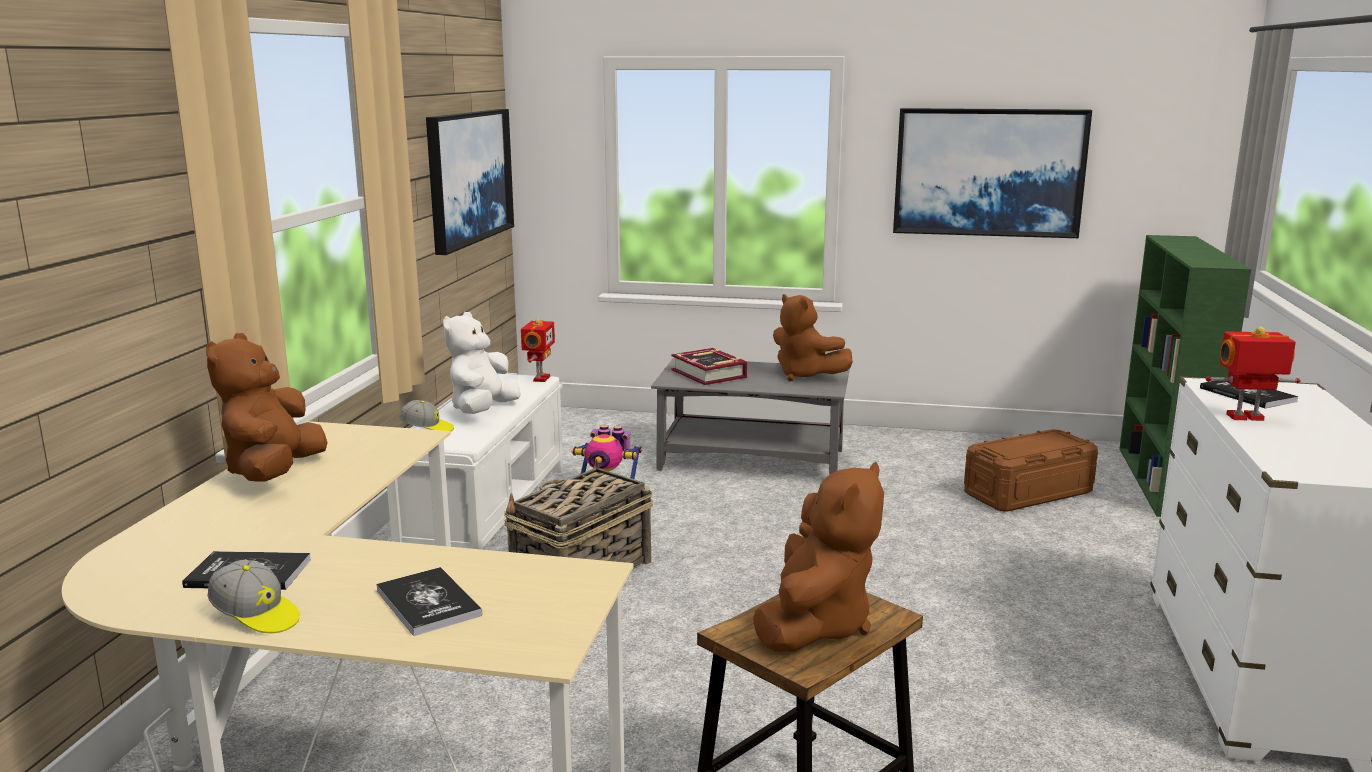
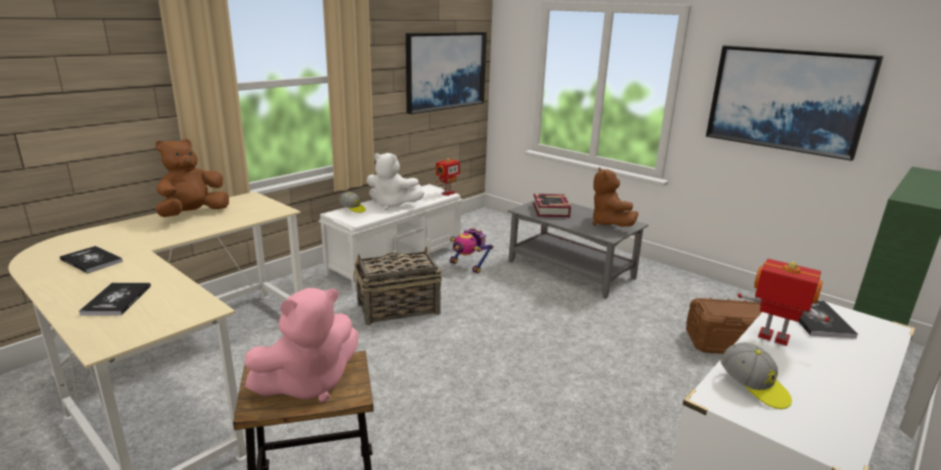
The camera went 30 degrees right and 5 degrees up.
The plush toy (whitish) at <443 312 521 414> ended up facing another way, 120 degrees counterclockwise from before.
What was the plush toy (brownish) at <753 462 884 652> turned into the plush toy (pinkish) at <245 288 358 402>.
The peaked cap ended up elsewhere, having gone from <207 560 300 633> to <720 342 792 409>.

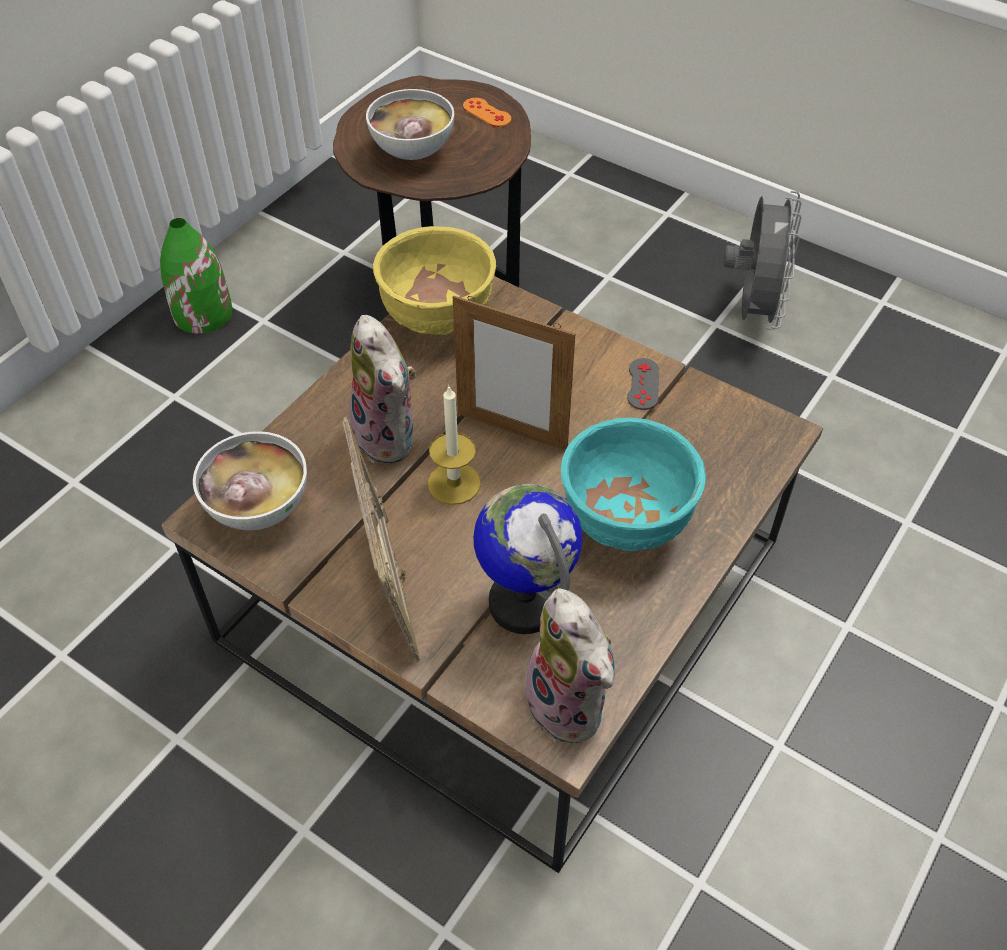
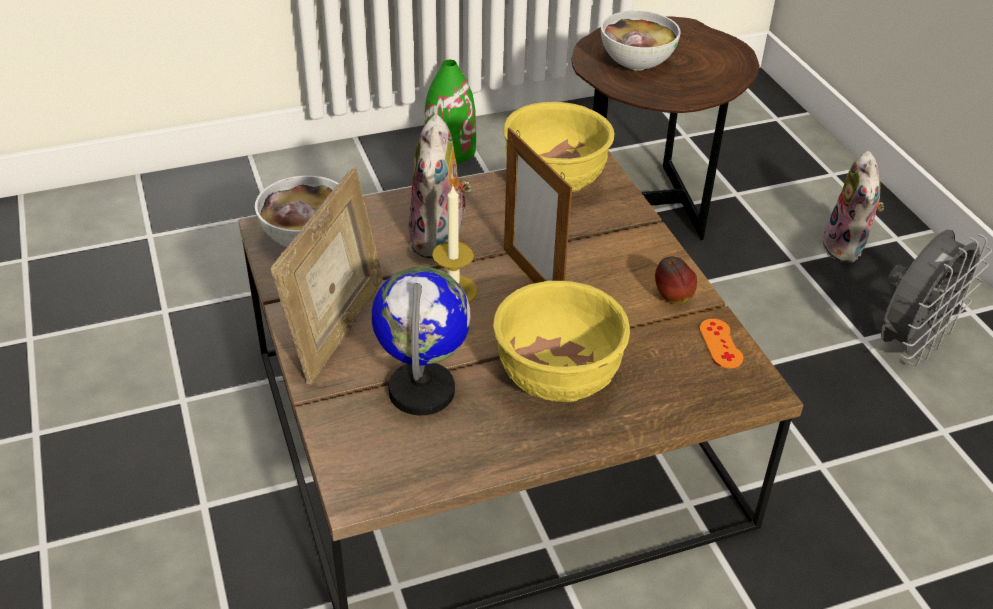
The camera went 35 degrees right and 10 degrees down.
The gamepad (orange-coloured) ended up elsewhere, having gone from <463 98 511 127> to <699 319 743 368>.
Where the gamepad (grey) stood at <627 358 659 410>, the apple fruit came to stand at <655 257 697 304>.
What was the bowl (turquoise-coloured) at <561 418 706 551> turned into the bowl (yellow-coloured) at <493 281 630 402>.
The plush toy ended up elsewhere, having gone from <520 588 615 743> to <822 151 885 262>.

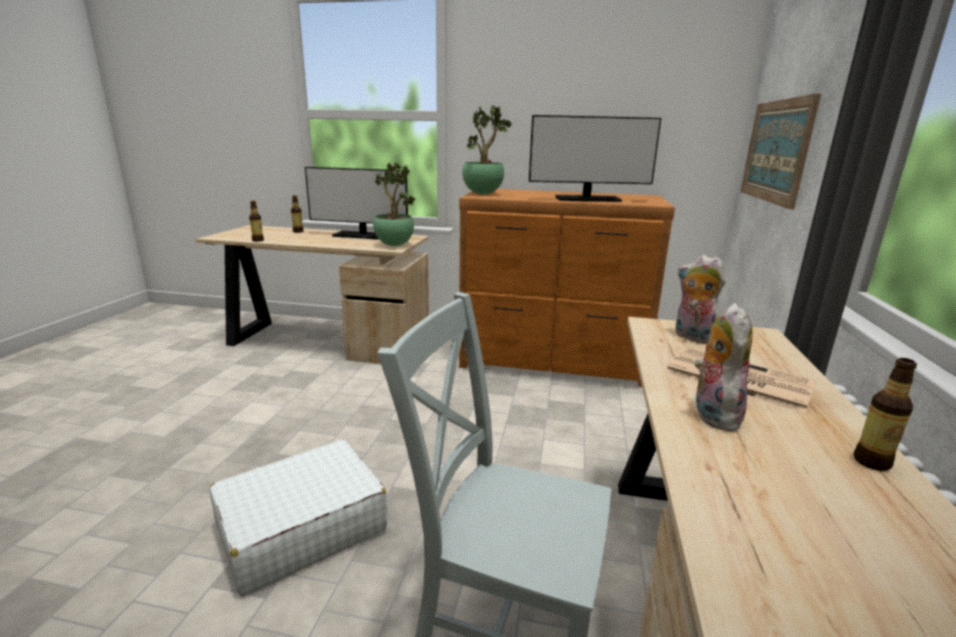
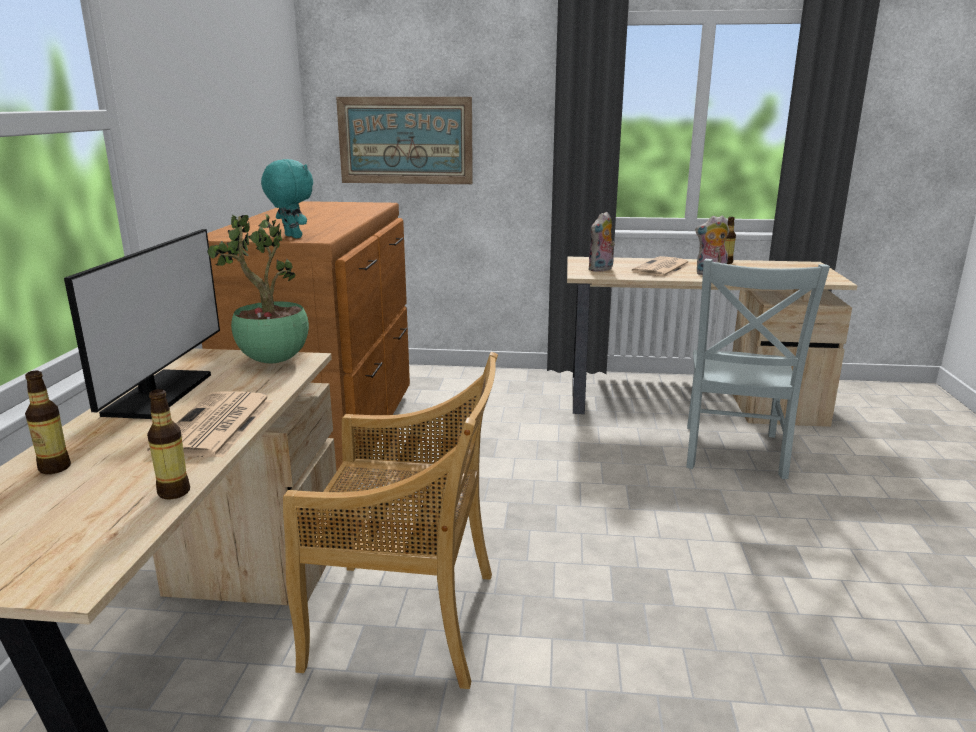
The camera went 95 degrees left and 0 degrees up.
Where the houseplant stood at <462 106 512 194>, the plush toy (turquoise-coloured) came to stand at <261 159 313 238>.
The second view lost the computer screen at <529 115 661 202>.
The second view lost the piece of luggage (whitish) at <209 439 387 596>.
The second view gained the upright chair (beige) at <283 352 498 689>.
The second view gained the newspaper at <147 391 273 458>.

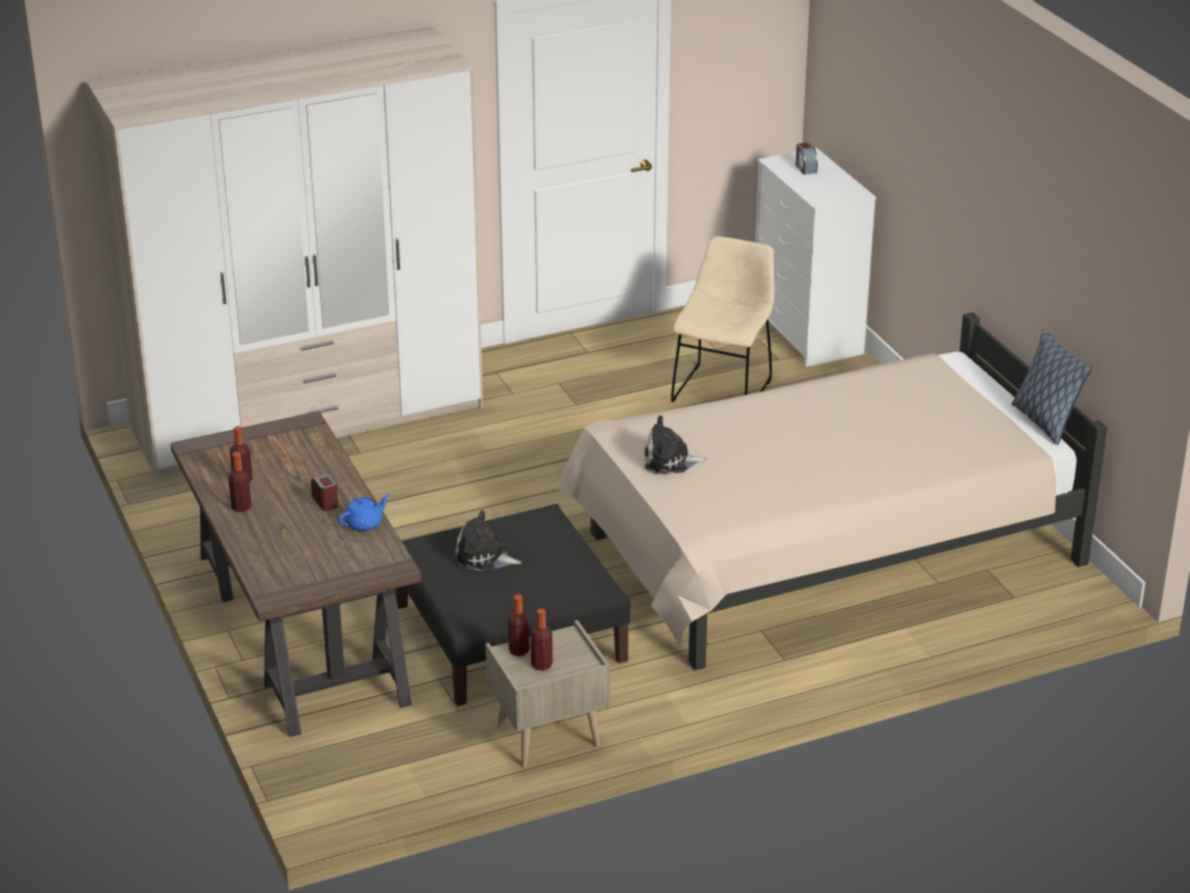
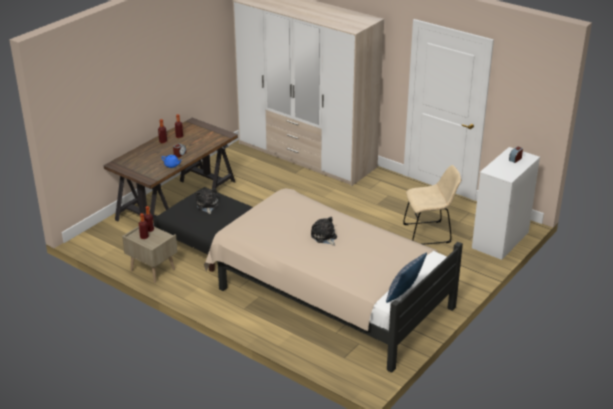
The camera went 60 degrees right and 0 degrees up.
The plush toy ended up elsewhere, having gone from <644 415 708 474> to <311 217 337 246>.

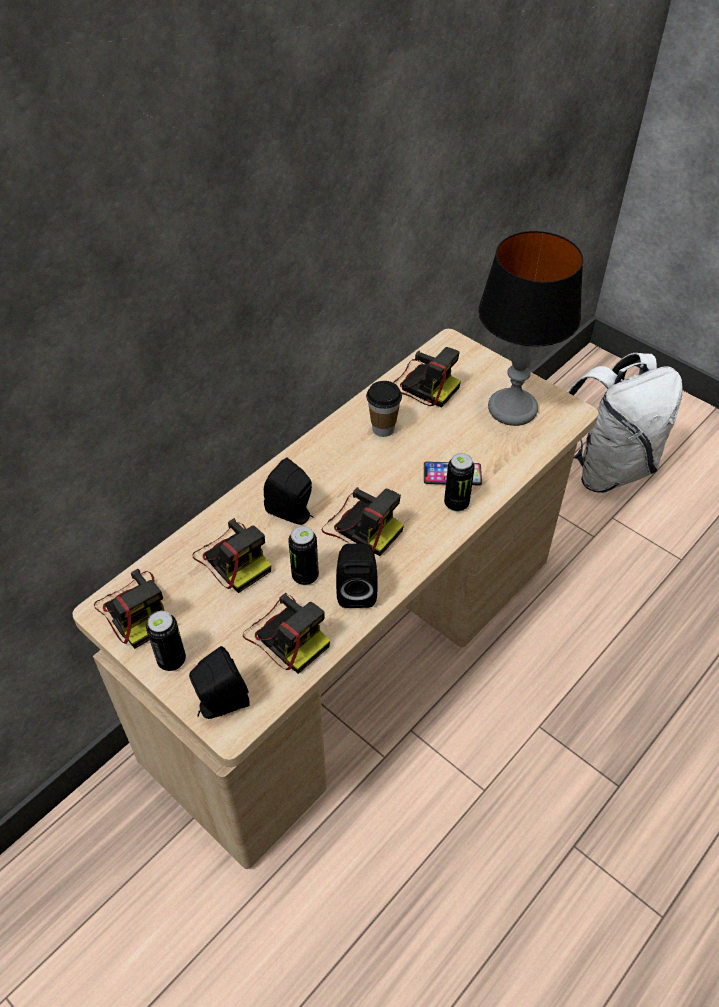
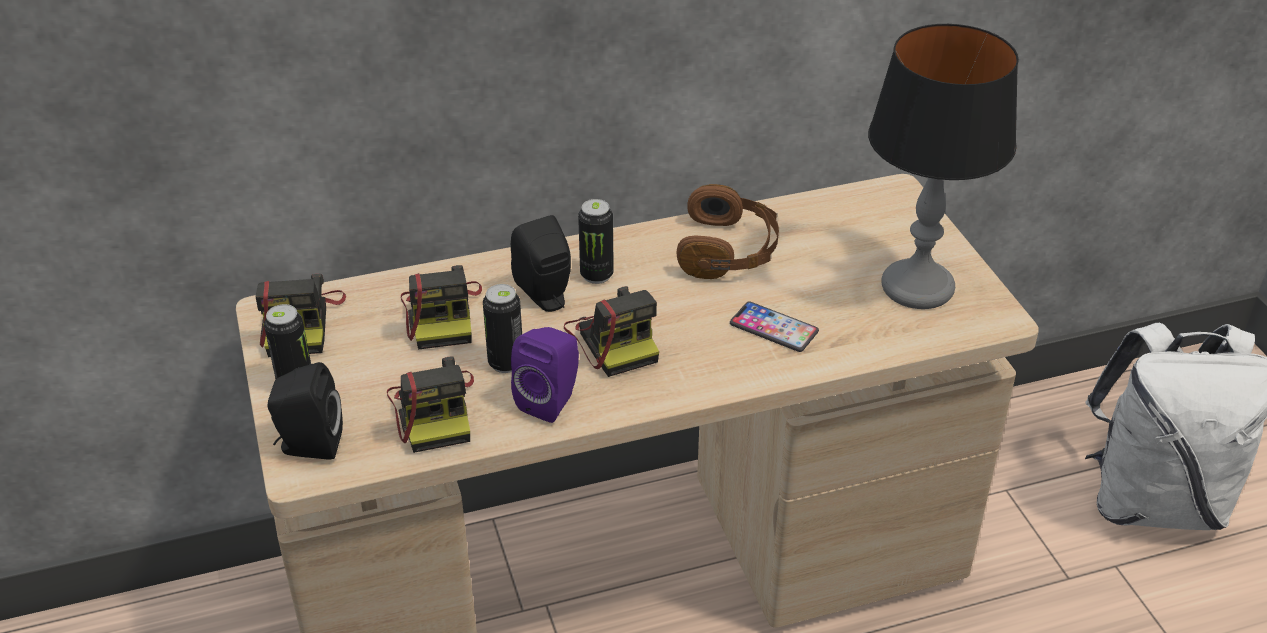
The camera went 30 degrees right and 10 degrees down.
The second view lost the photo camera at <393 347 461 408>.
Where the small cup stood at <366 381 402 437>, the headset (brownish) came to stand at <677 184 779 279>.
The metal can ended up elsewhere, having gone from <444 453 475 512> to <578 199 614 284>.
What was the speaker (blackish) at <336 544 378 608> turned into the speaker (purplish) at <511 327 579 423>.

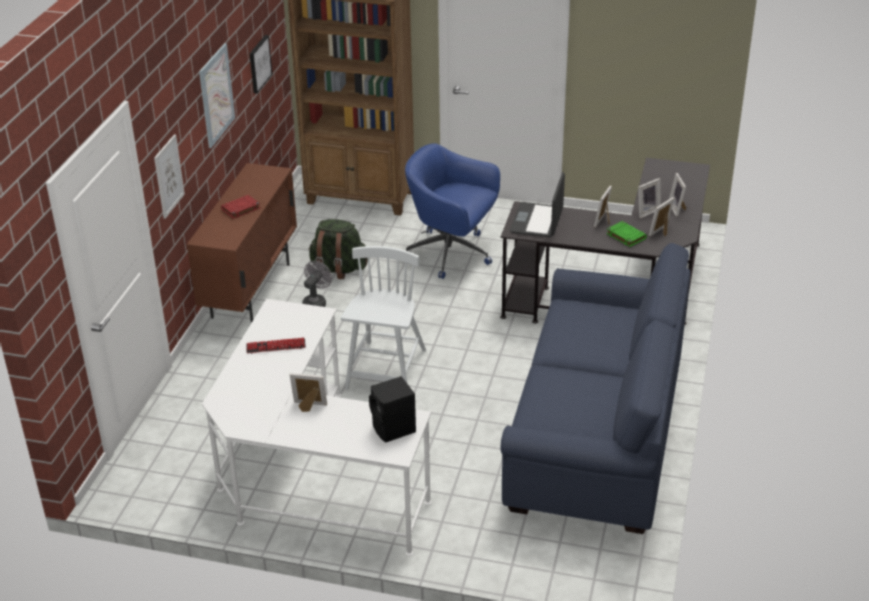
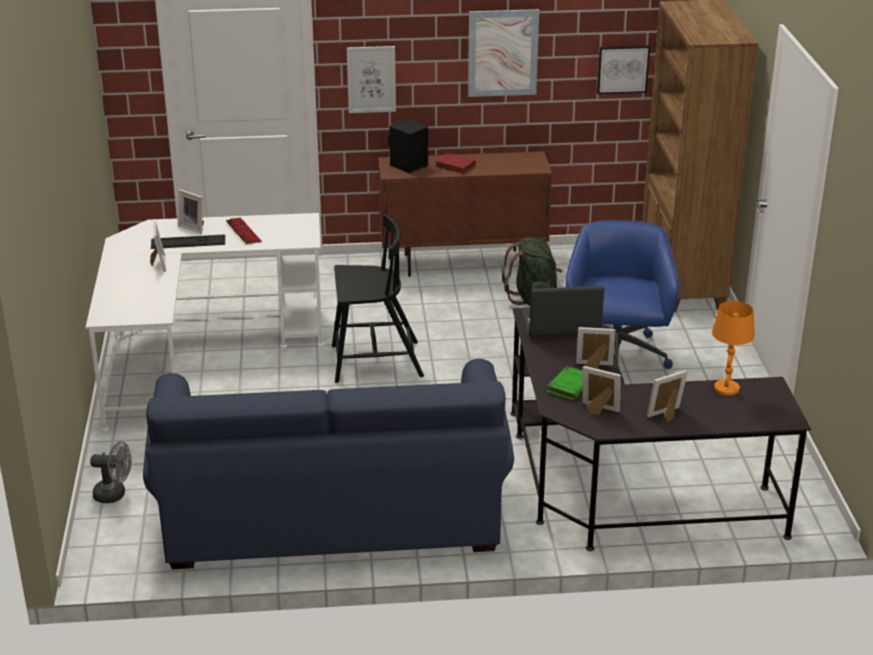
The camera went 70 degrees right and 5 degrees down.
The standing frame ended up elsewhere, having gone from <638 178 661 218> to <178 189 204 234>.
What was the upright chair (whitish) at <341 246 426 390> turned into the upright chair (blackish) at <332 214 424 383>.
The cooling fan (grey) ended up elsewhere, having gone from <302 261 332 307> to <90 441 132 503>.
The speaker (blackish) ended up elsewhere, having gone from <369 376 416 443> to <388 119 428 174>.
The second view gained the PC keyboard at <151 234 225 249>.
The second view gained the table lamp (orange-coloured) at <712 301 755 396>.

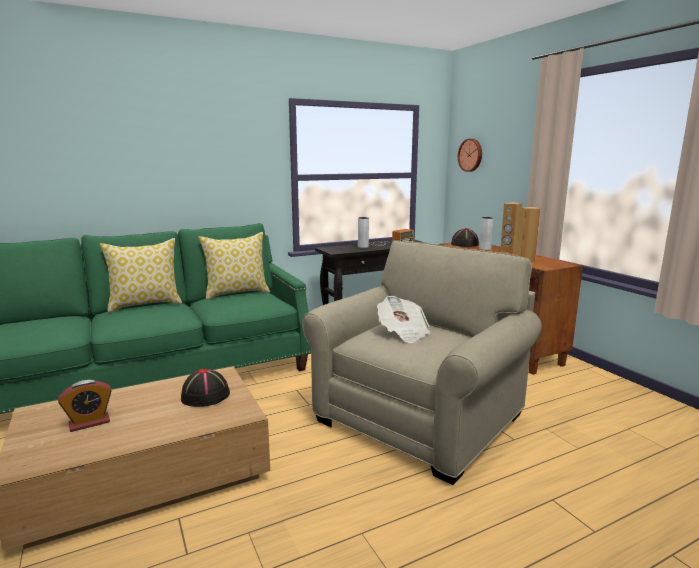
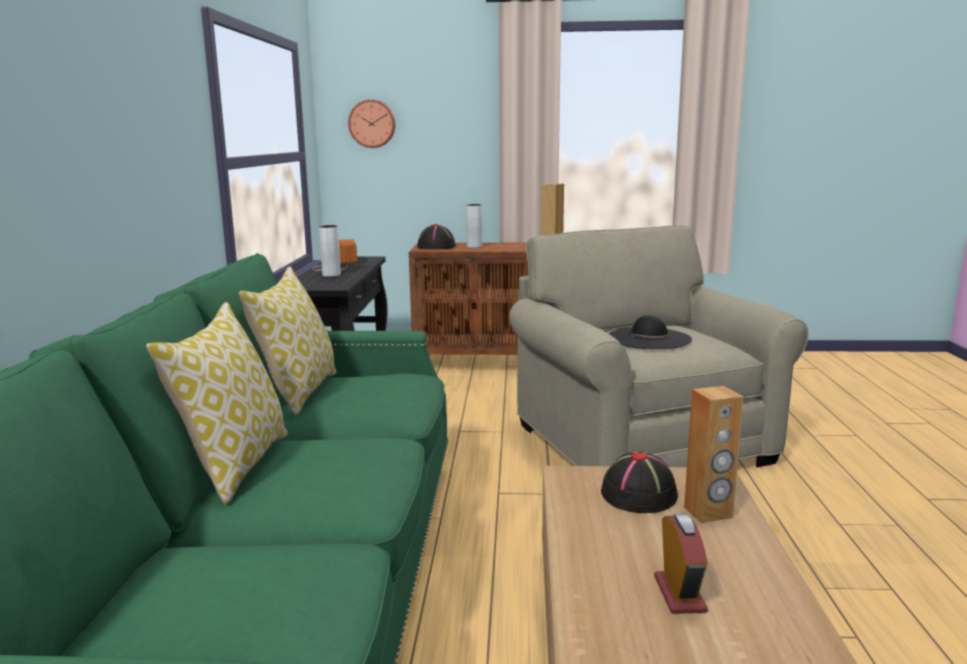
The camera went 60 degrees left and 0 degrees up.
The speaker (brownish) ended up elsewhere, having gone from <500 202 522 253> to <684 386 744 523>.
Where the newspaper stood at <377 296 431 343>, the hat (blackish) came to stand at <609 315 692 349>.

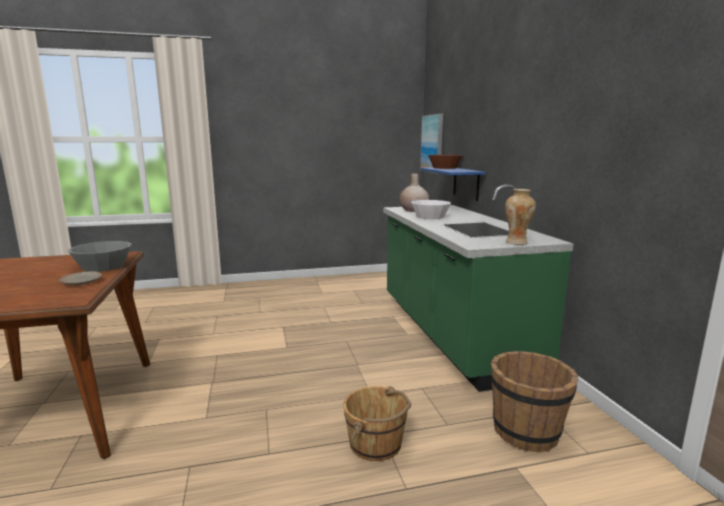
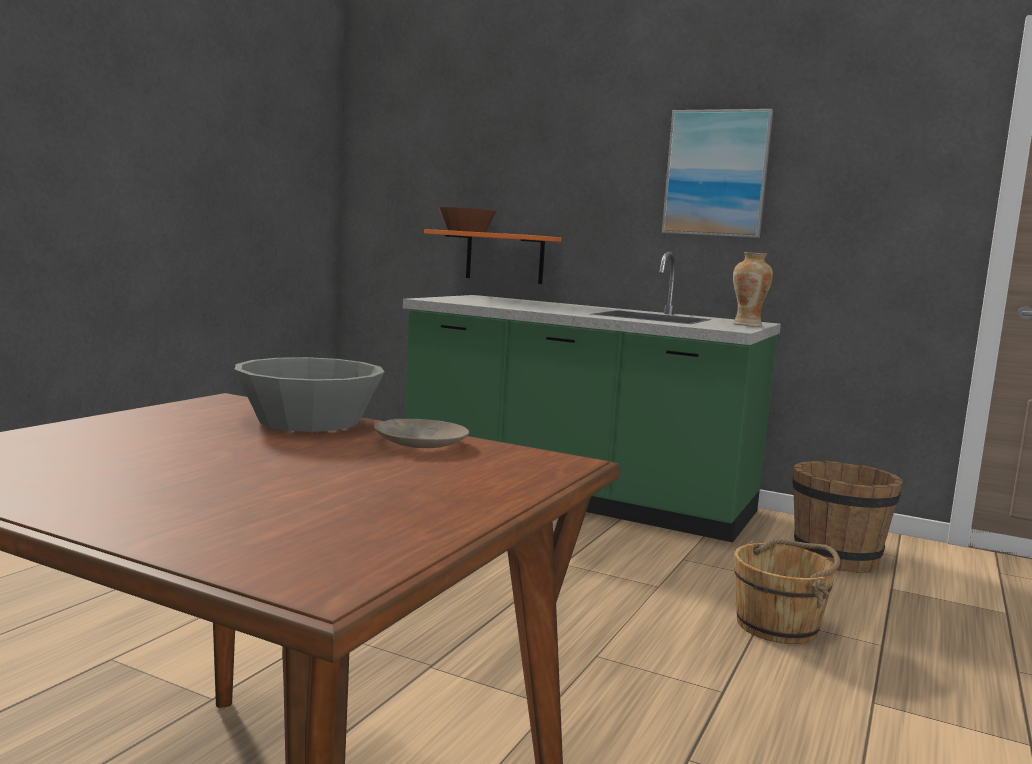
The camera went 50 degrees left and 5 degrees down.
The wall art ended up elsewhere, having gone from <420 114 443 173> to <662 109 773 238>.
What was the bracket shelf (blue) at <421 167 485 201> turned into the bracket shelf (orange-coloured) at <424 229 562 284>.
The second view lost the decorative vase (beige) at <399 173 429 212>.
The second view lost the bowl (whitish) at <411 200 451 219>.

